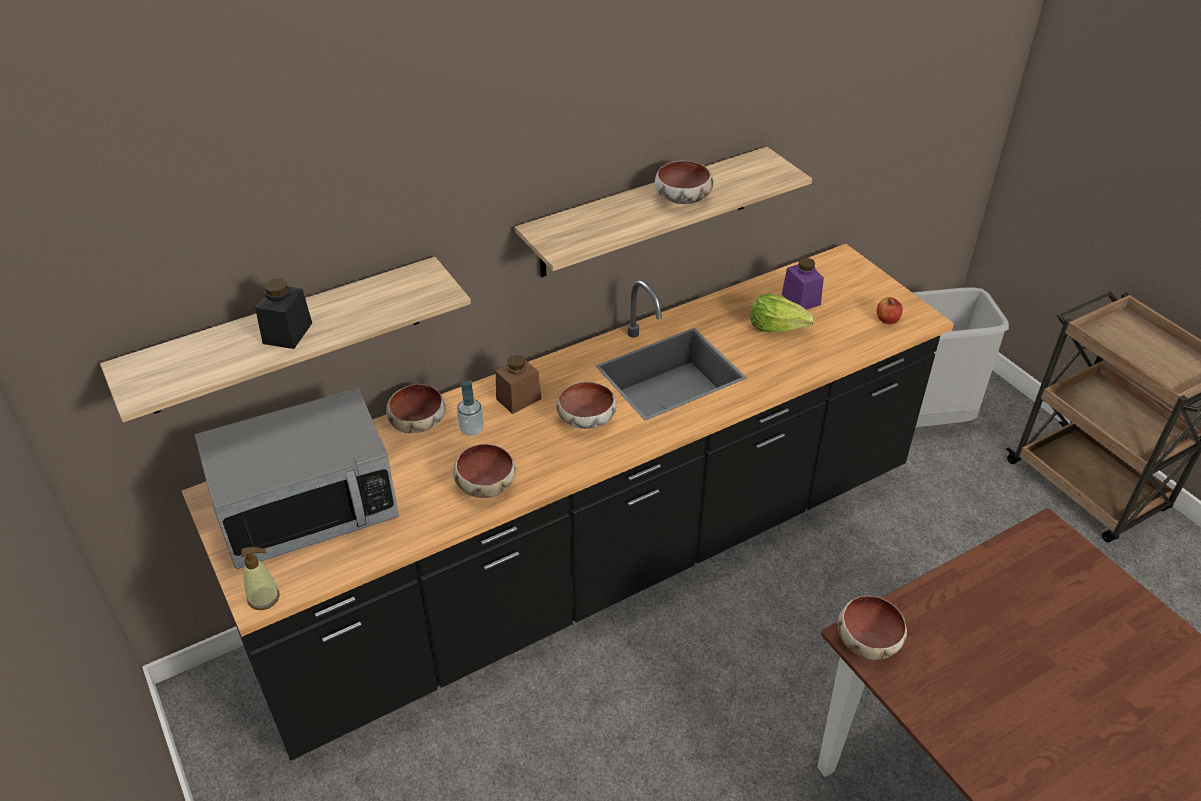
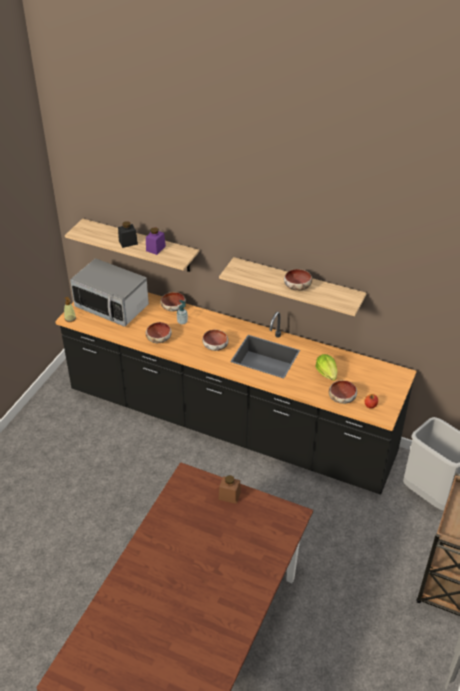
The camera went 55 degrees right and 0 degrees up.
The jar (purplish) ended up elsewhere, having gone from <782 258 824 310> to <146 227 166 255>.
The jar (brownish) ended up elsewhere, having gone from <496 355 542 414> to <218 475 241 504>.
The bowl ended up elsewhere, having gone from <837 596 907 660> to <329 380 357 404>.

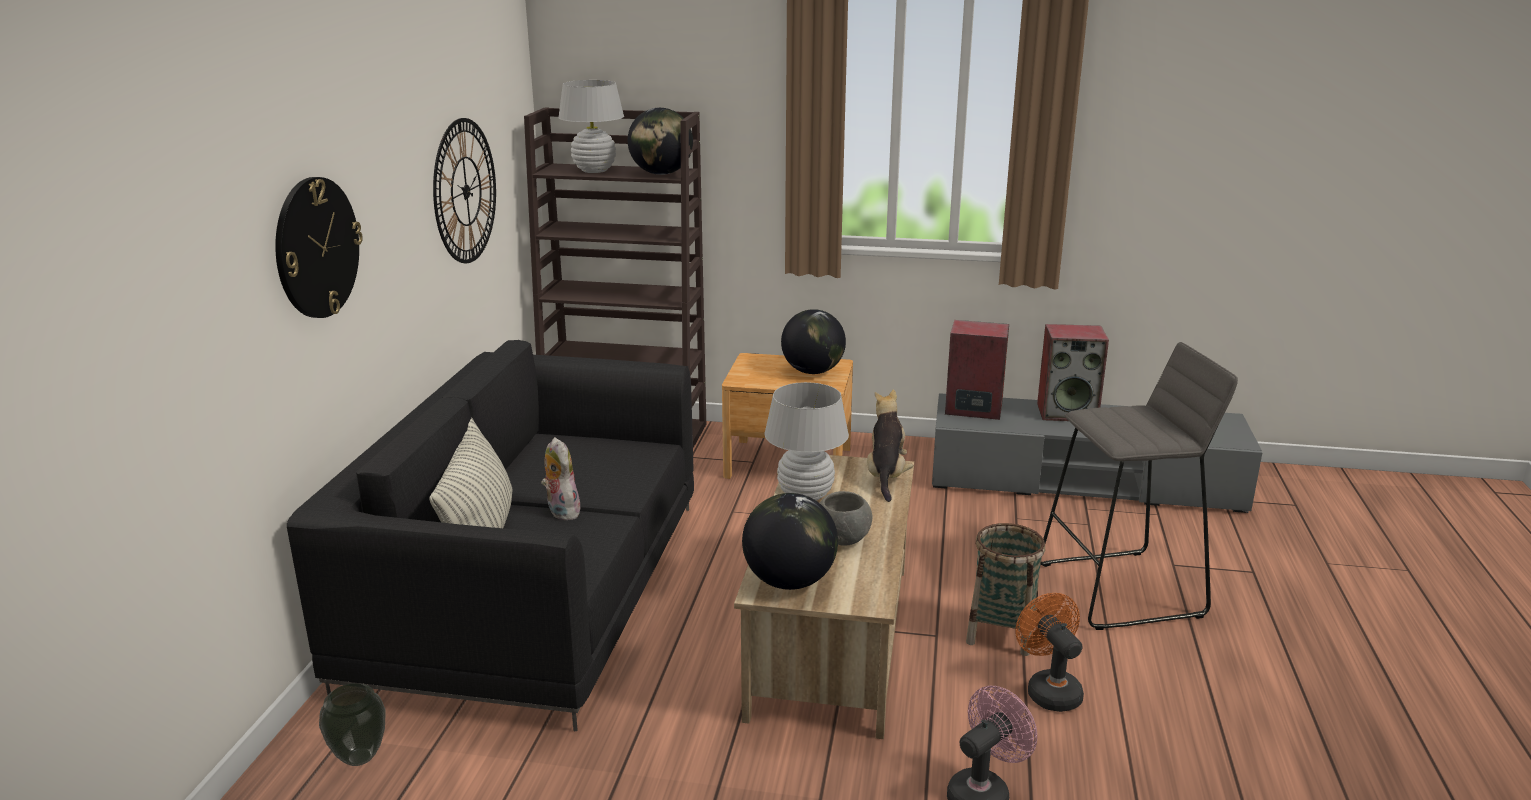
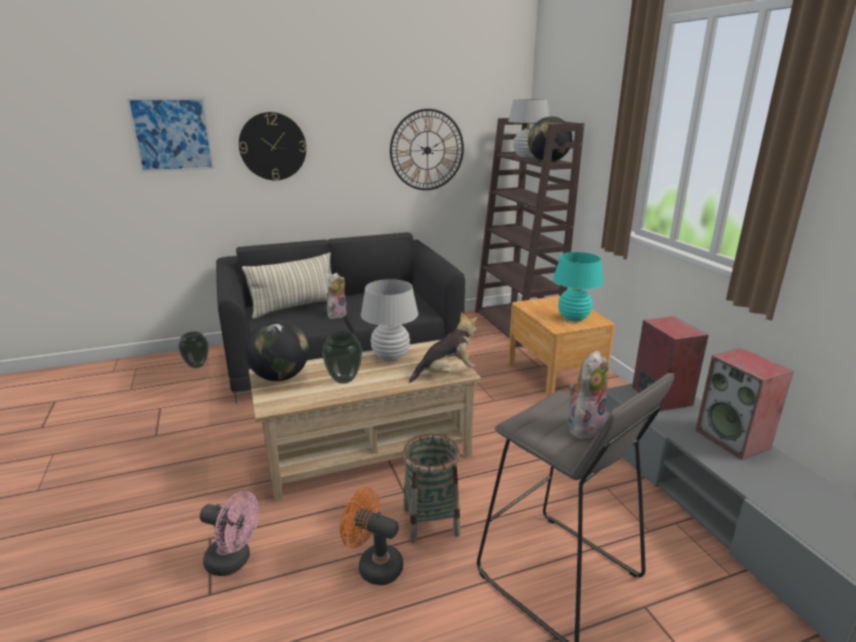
The camera went 60 degrees right and 0 degrees up.
Where the globe stood at <781 309 846 374>, the table lamp (turquoise-coloured) came to stand at <553 252 603 321>.
Where the bowl (grey) stood at <820 491 872 546>, the decorative vase came to stand at <322 331 362 384>.
The cooling fan (orange-coloured) at <1016 593 1084 712> ended up facing another way, 105 degrees counterclockwise from before.
The second view gained the wall art at <126 97 215 173>.
The second view gained the plush toy at <568 350 609 442>.

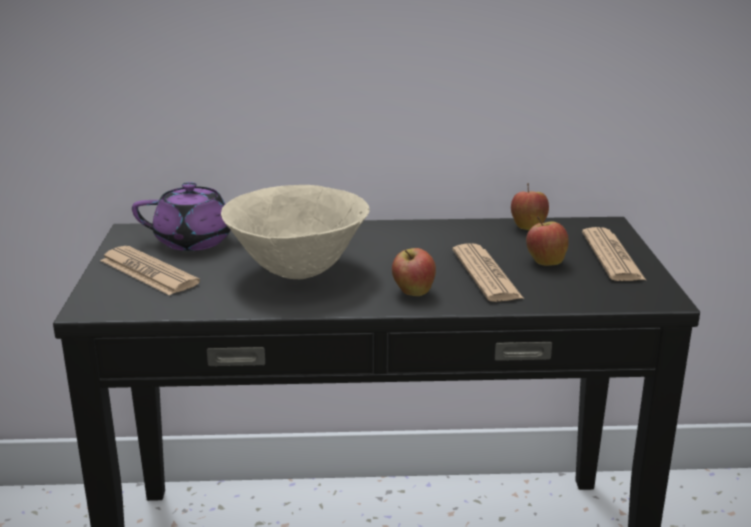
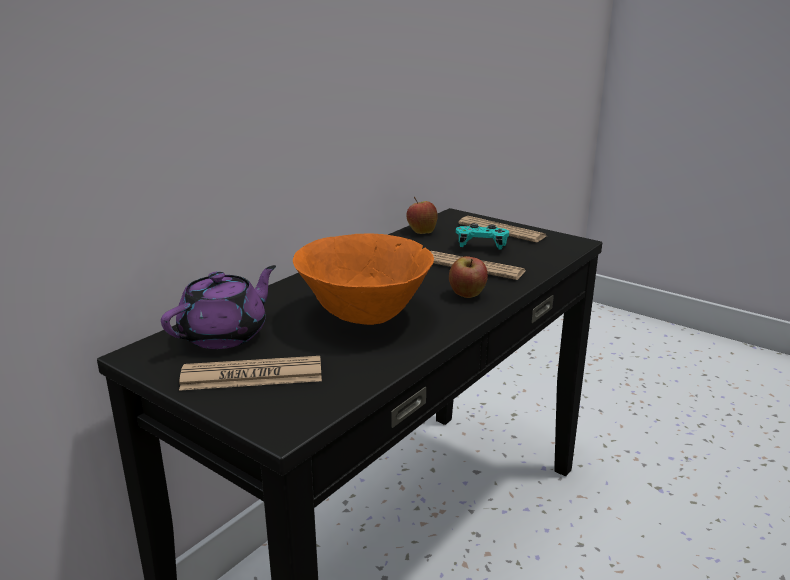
The camera went 50 degrees left and 0 degrees up.
What was the bowl (beige) at <221 185 370 279> turned into the bowl (orange-coloured) at <293 233 434 325>.
Where the apple fruit stood at <526 216 569 266>, the gamepad (turquoise-coloured) came to stand at <456 223 509 250>.

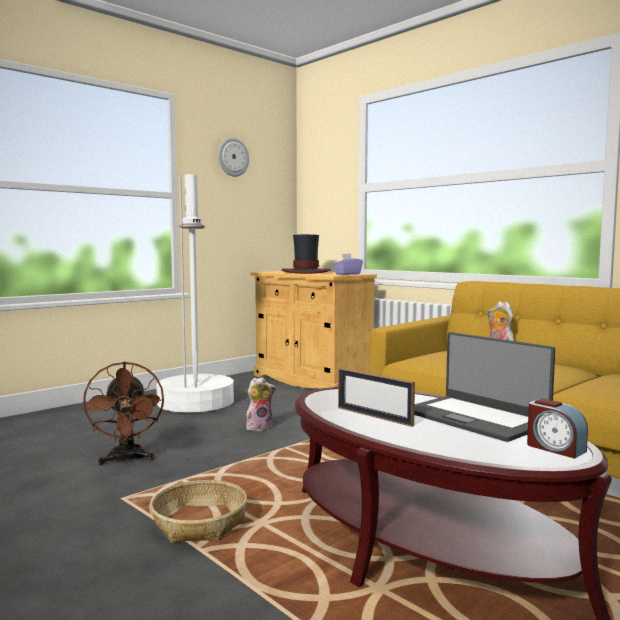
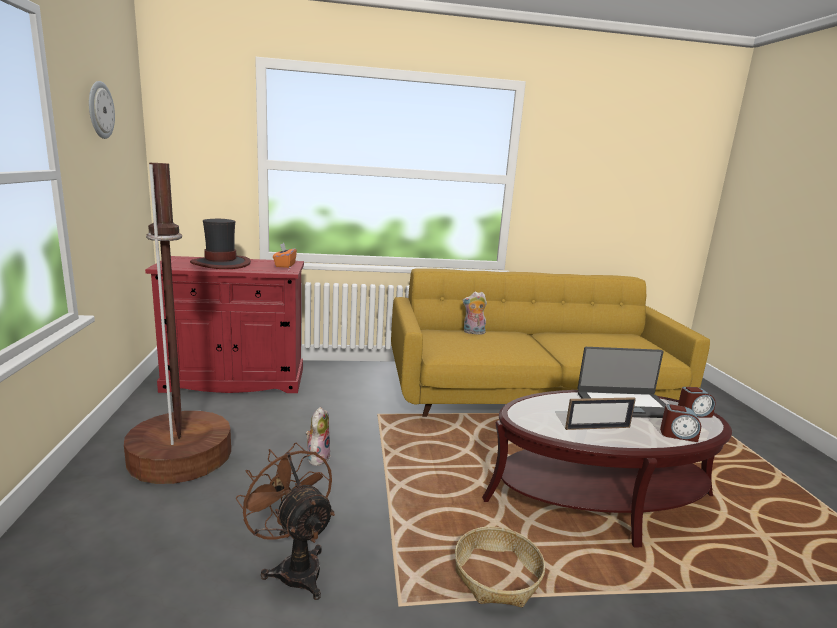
The camera went 55 degrees left and 10 degrees up.
What was the standing lamp (whitish) at <156 174 234 413> turned into the standing lamp (brownish) at <124 163 231 484>.
What was the tissue holder (purplish) at <333 254 363 275> turned into the tissue holder (orange-coloured) at <273 243 297 268>.
What was the cabinet (beige) at <251 271 377 388> turned into the cabinet (reddish) at <145 256 304 393>.
The cooling fan (brownish) at <82 362 164 465> ended up facing another way, 150 degrees counterclockwise from before.
The second view gained the alarm clock at <660 404 701 442>.

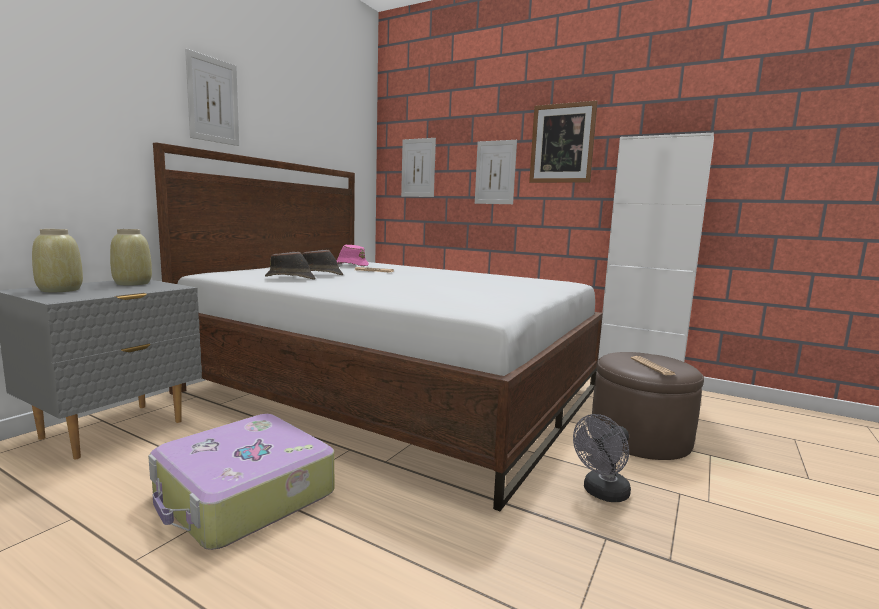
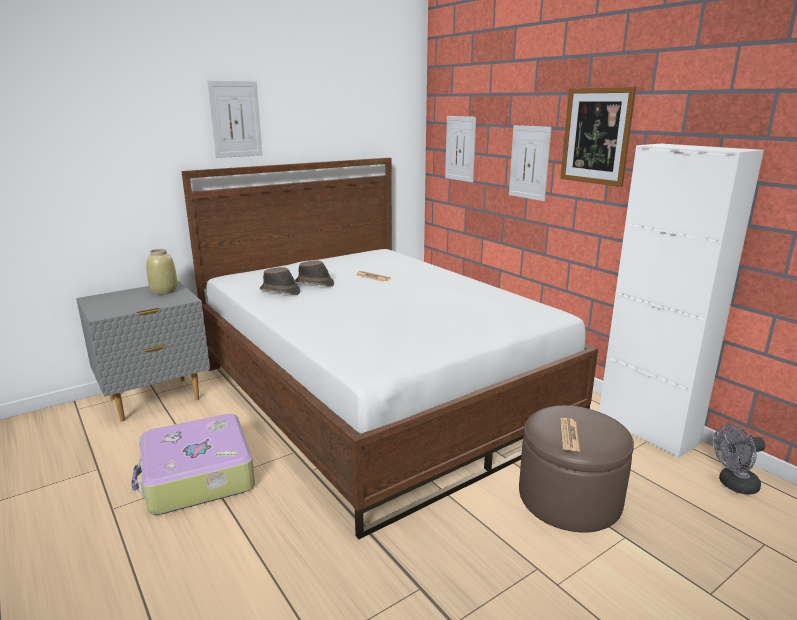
The camera went 25 degrees right and 10 degrees up.
The second view lost the decorative vase (beige) at <32 229 83 292>.
The second view lost the hat (pinkish) at <337 245 369 266>.
The cooling fan (grey) ended up elsewhere, having gone from <573 414 631 502> to <713 424 766 495>.

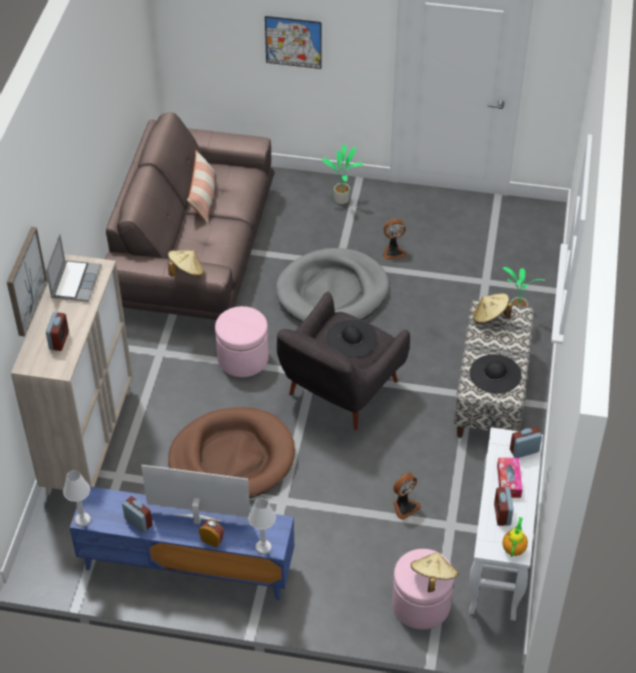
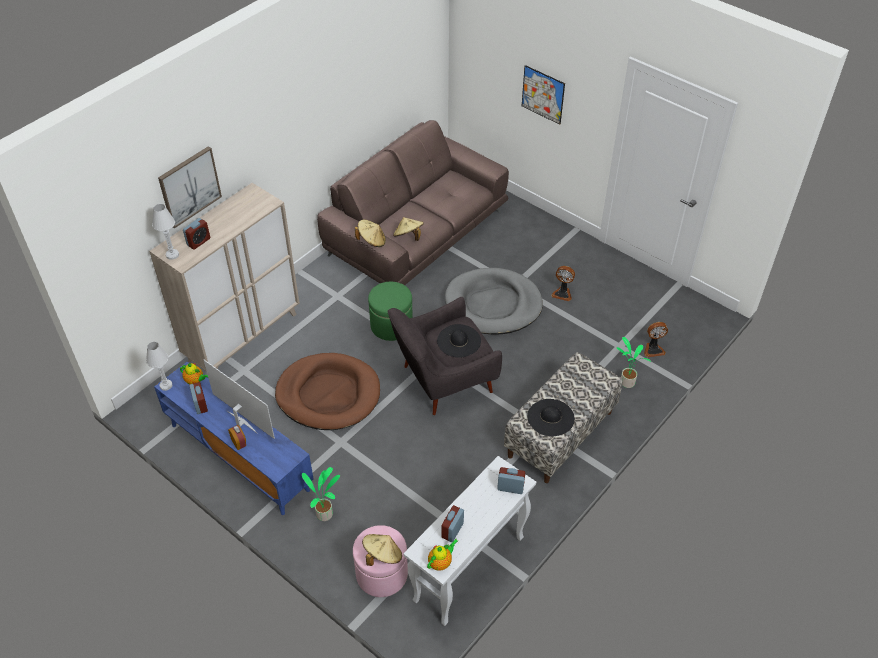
The camera went 30 degrees right and 0 degrees up.
The houseplant ended up elsewhere, having gone from <322 144 363 204> to <302 467 340 521>.
The second view lost the throw pillow at <187 150 216 224>.
The second view lost the laptop at <46 233 101 302>.
The hat (beige) ended up elsewhere, having gone from <473 293 512 324> to <393 217 424 241>.
What was the ottoman (pinkish) at <215 306 269 377> turned into the ottoman (green-coloured) at <368 282 413 341>.
The second view lost the tissue holder at <497 458 522 498>.
The cooling fan ended up elsewhere, having gone from <393 473 421 520> to <644 322 668 357>.
The table lamp (whitish) ended up elsewhere, having gone from <248 498 276 554> to <152 204 179 260>.
The second view gained the teapot at <180 363 208 384>.

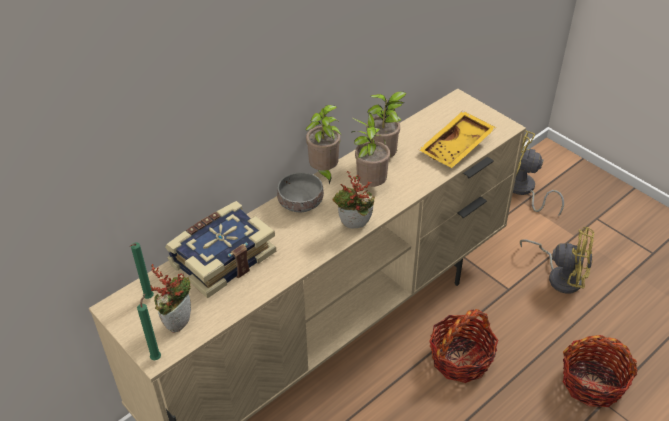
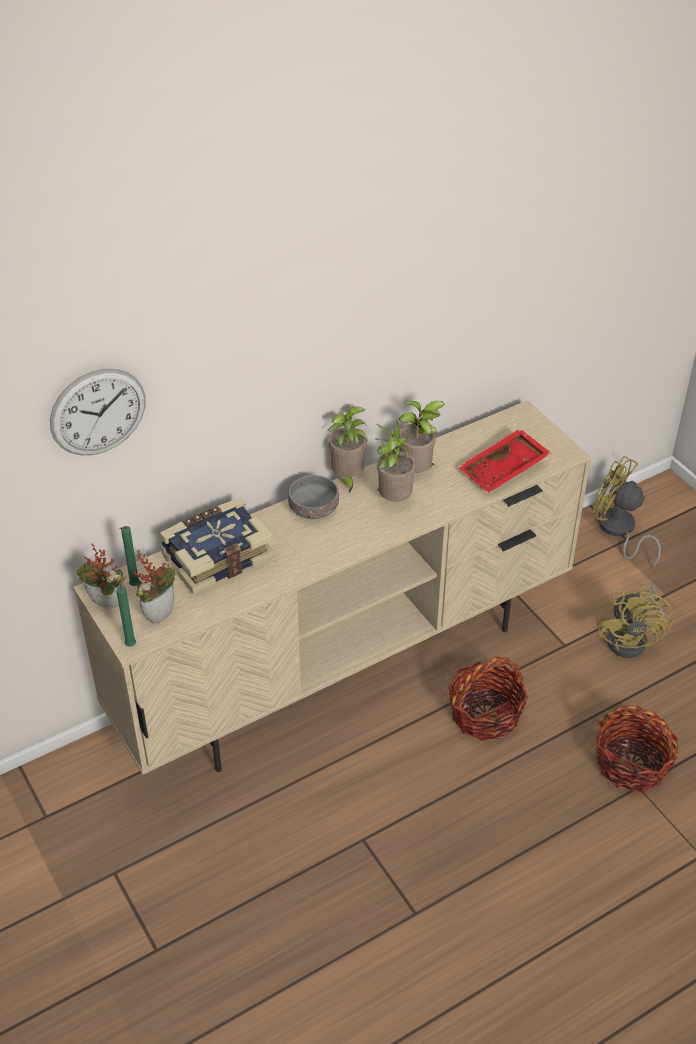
The camera went 10 degrees right and 0 degrees up.
What was the serving tray (yellow-coloured) at <419 111 496 168> turned into the serving tray (reddish) at <458 429 551 493>.
The houseplant ended up elsewhere, having gone from <333 171 375 229> to <76 544 124 607>.
The cooling fan (yellow-coloured) at <520 227 594 294> ended up facing another way, 60 degrees clockwise from before.
The second view gained the wall clock at <50 369 146 455>.

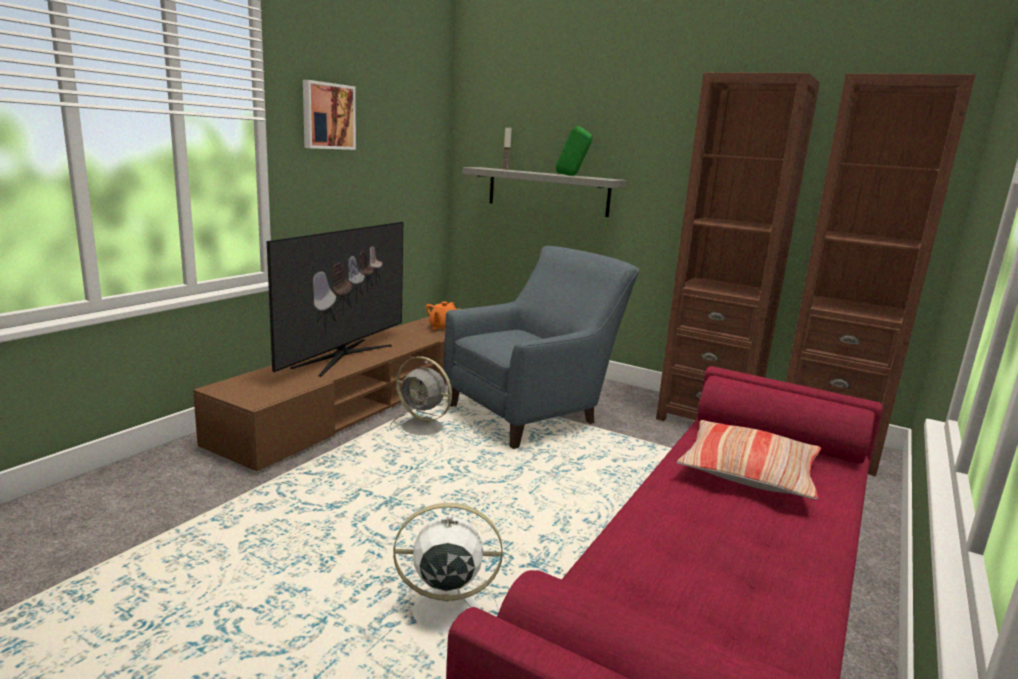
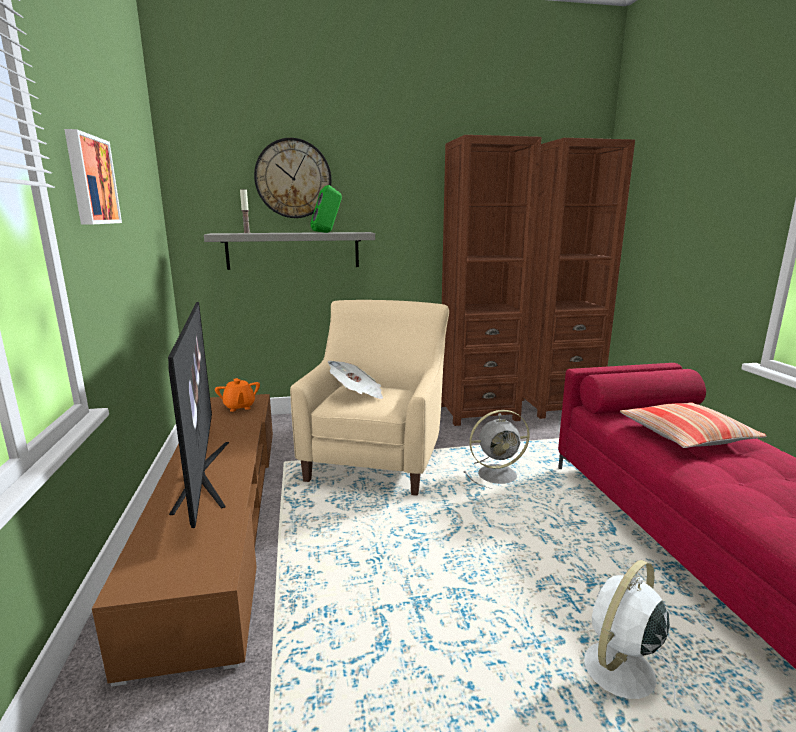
The camera went 40 degrees left and 0 degrees up.
What was the easy chair (blue) at <444 246 639 449> turned into the easy chair (beige) at <290 300 449 496>.
The cooling fan (grey) ended up elsewhere, having gone from <390 356 452 435> to <463 410 530 489>.
The second view gained the wall clock at <254 138 332 218>.
The second view gained the newspaper at <328 361 383 399>.

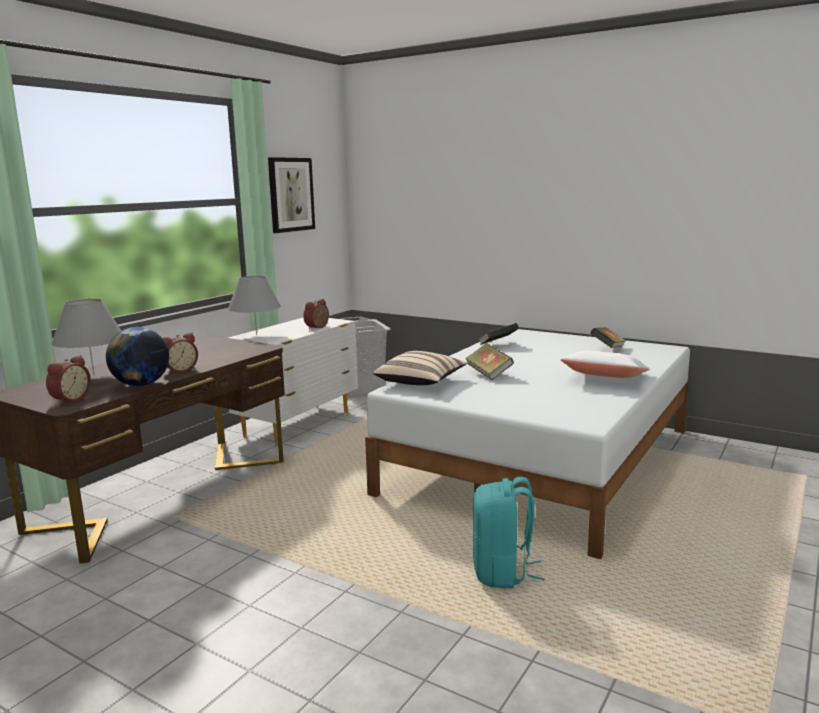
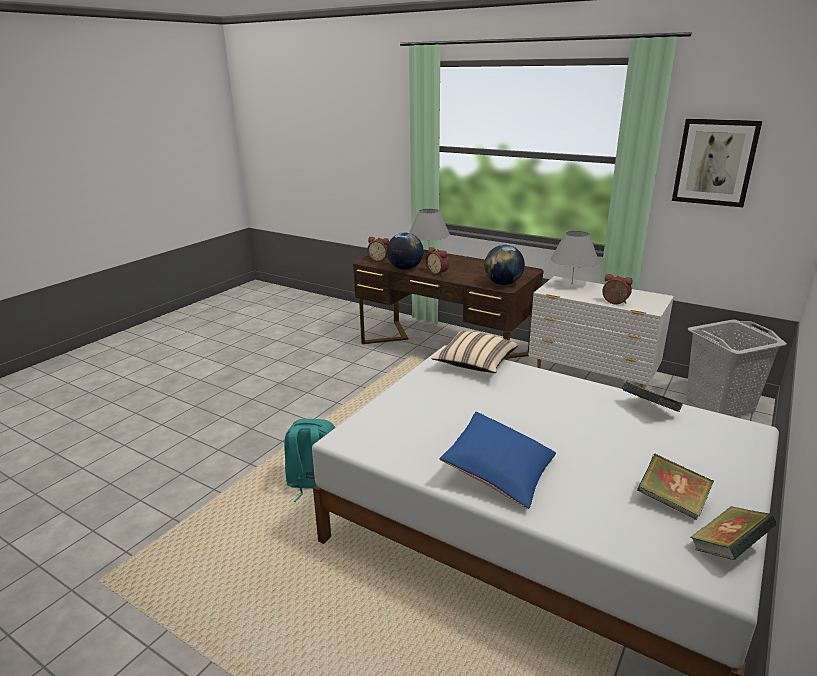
The camera went 90 degrees right and 10 degrees up.
The volume ended up elsewhere, having gone from <465 343 514 380> to <690 506 776 560>.
What was the throw pillow (whitish) at <560 351 649 378> turned into the throw pillow (blue) at <439 412 556 509>.
The second view gained the globe at <484 245 525 285>.

